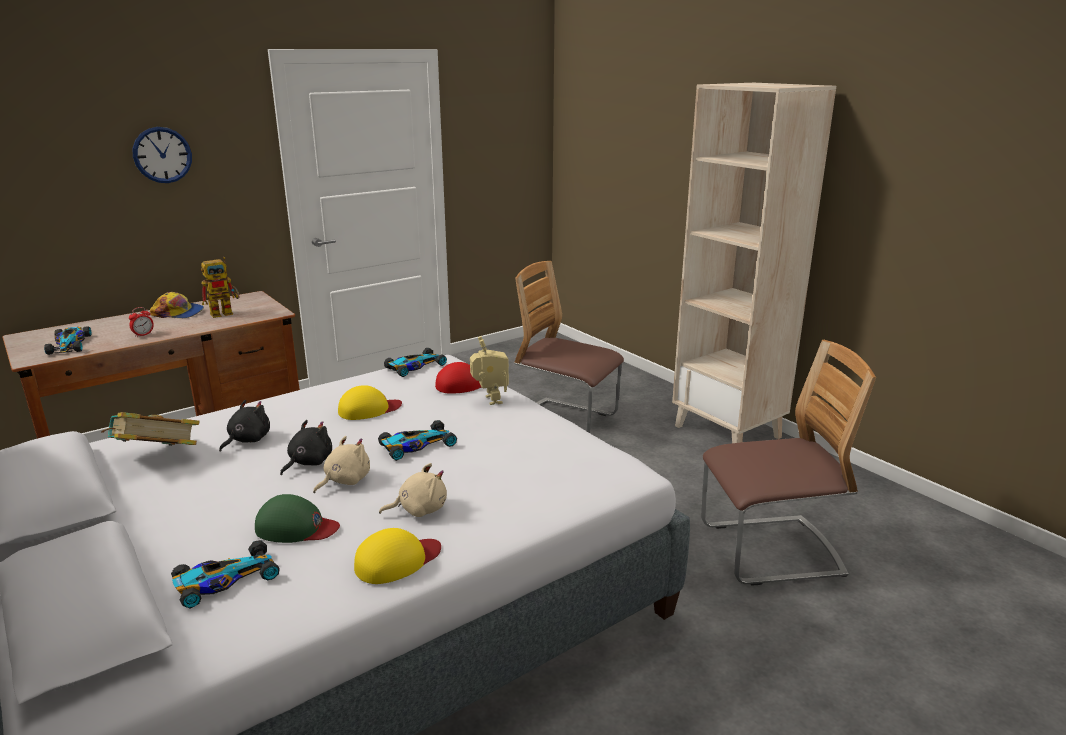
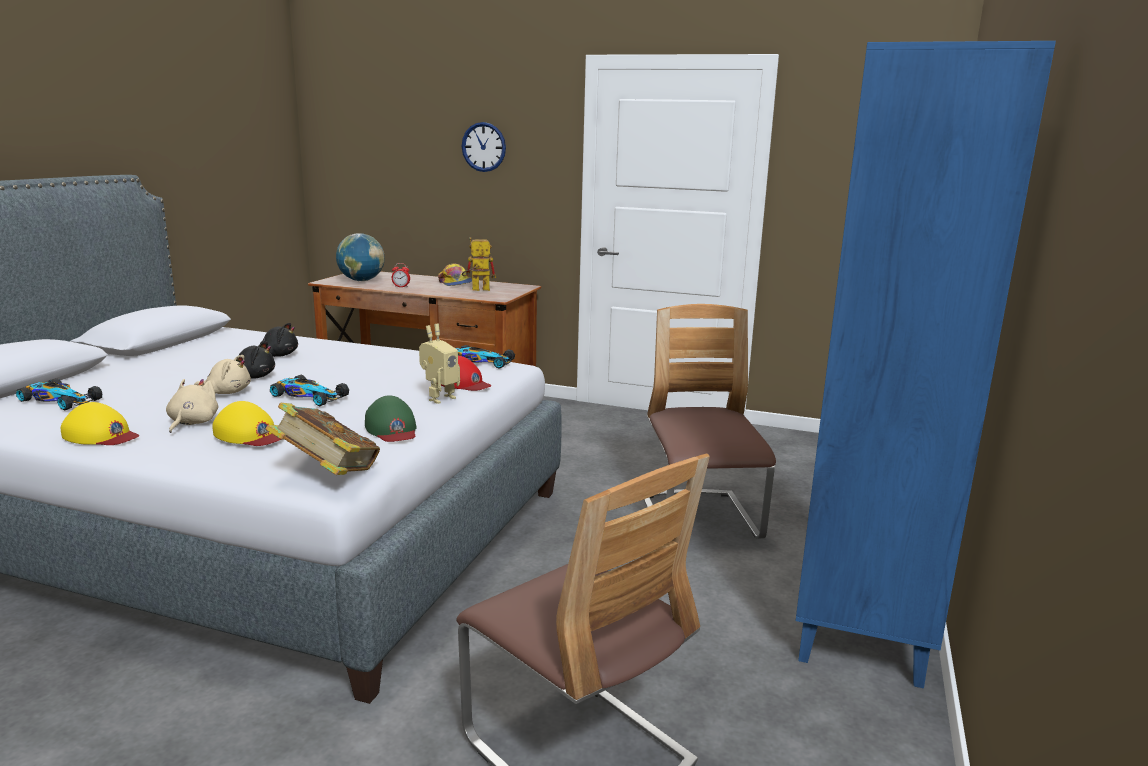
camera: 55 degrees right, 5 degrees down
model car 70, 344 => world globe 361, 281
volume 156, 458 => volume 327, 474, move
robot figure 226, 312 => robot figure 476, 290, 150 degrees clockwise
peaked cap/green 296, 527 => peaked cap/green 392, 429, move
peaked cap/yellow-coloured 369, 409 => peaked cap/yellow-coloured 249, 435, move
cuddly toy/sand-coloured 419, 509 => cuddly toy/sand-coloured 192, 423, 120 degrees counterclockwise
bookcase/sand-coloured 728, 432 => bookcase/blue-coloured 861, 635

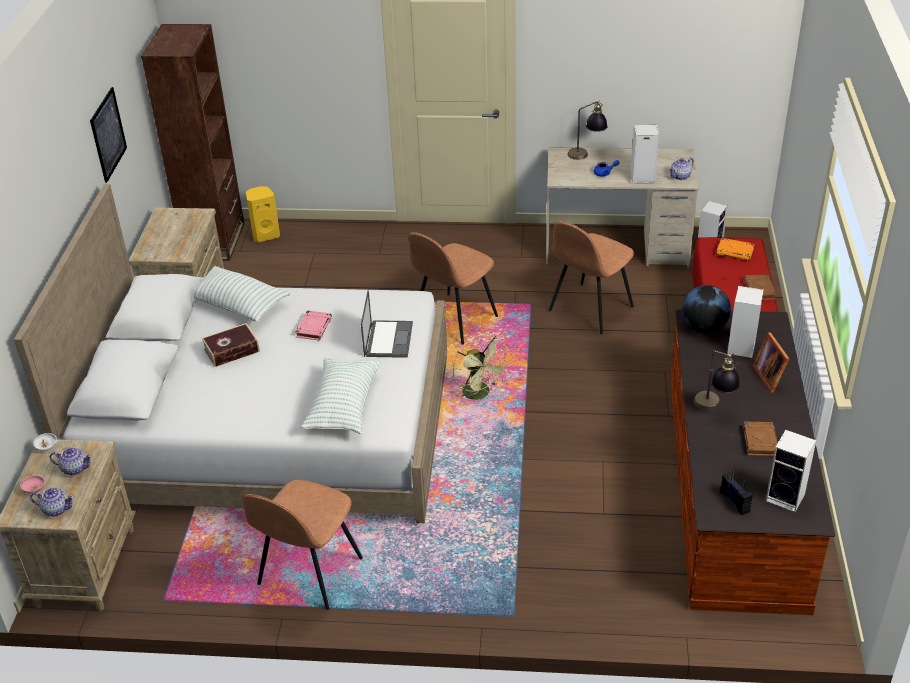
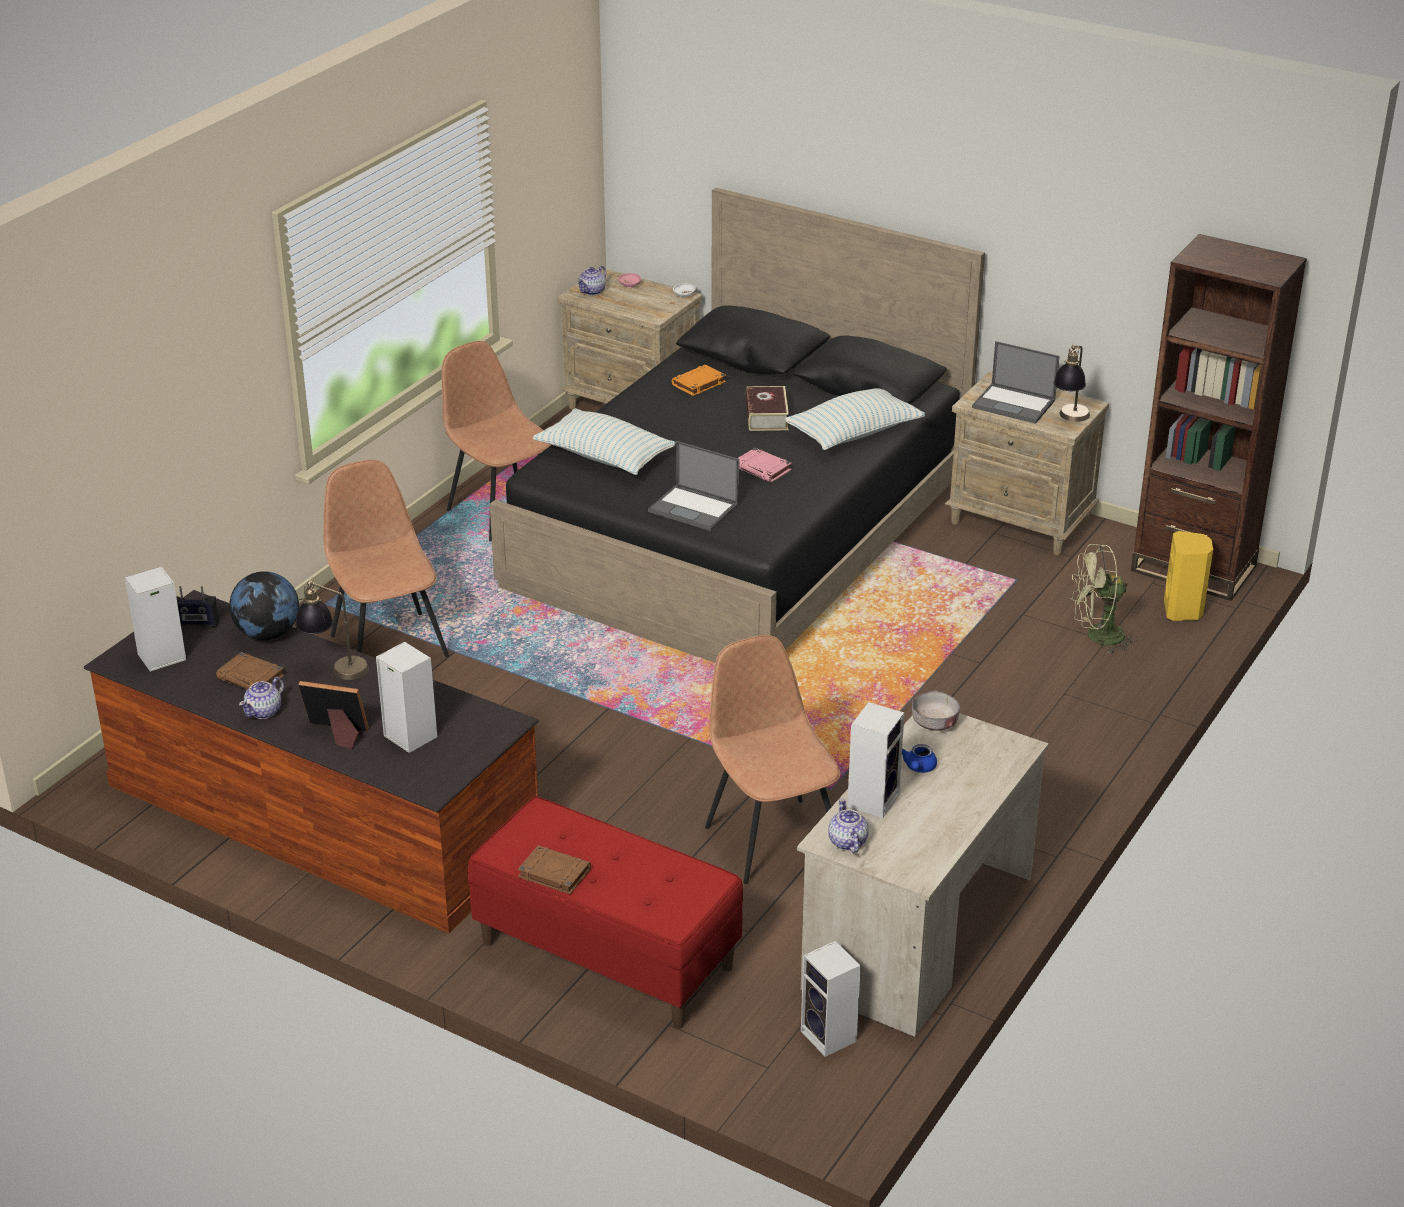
camera: 115 degrees right, 5 degrees down
bed/whitish 271, 428 => bed/blackish 741, 533
pot for tea 74, 468 => pot for tea 264, 711, move
wall picture 108, 134 => nothing
upright chair/brown-coloured 453, 320 => upright chair/brown-coloured 388, 644, move
cooling fan/green 480, 394 => cooling fan/green 1097, 637, move
table lamp 586, 154 => table lamp 1069, 420, move
world globe 704, 328 => world globe 268, 634, move
volume/orange-coloured 735, 252 => volume/orange-coloured 698, 384, move
nothing => deep dish/grey 934, 723
nothing => laptop 1014, 404

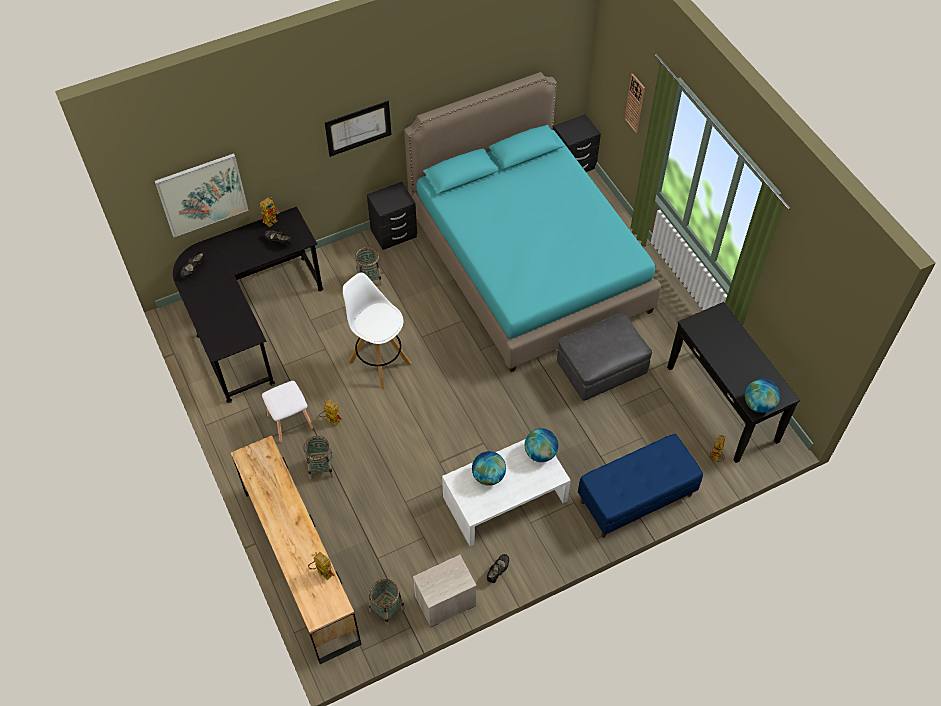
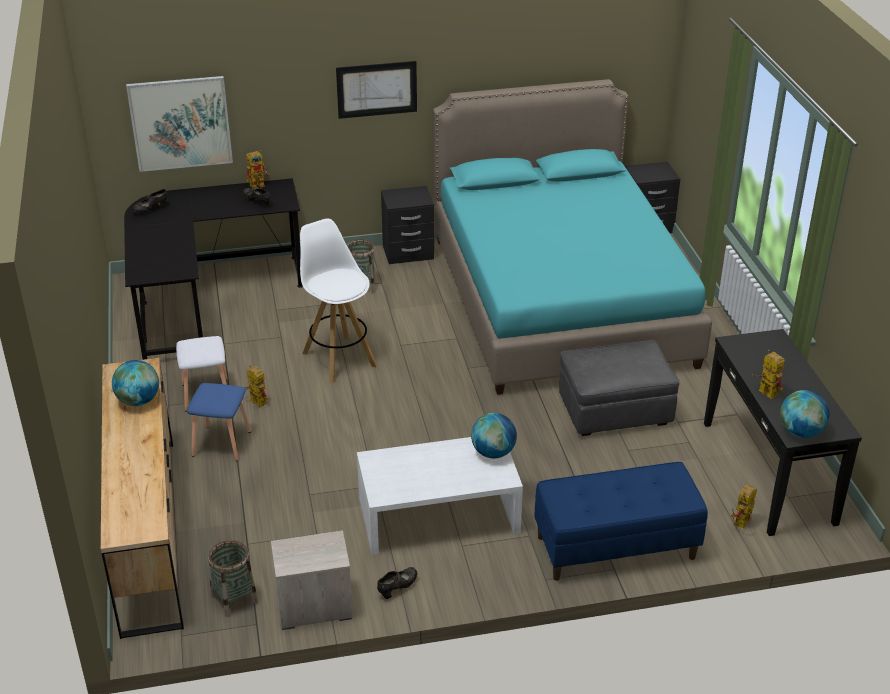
camera: 15 degrees right, 20 degrees down
household basket 321, 467 => sitting stool/blue-coloured 221, 442
robot figure 322, 572 => robot figure 764, 391, move
world globe 488, 476 => world globe 138, 401, move
wall clock 635, 103 => nothing

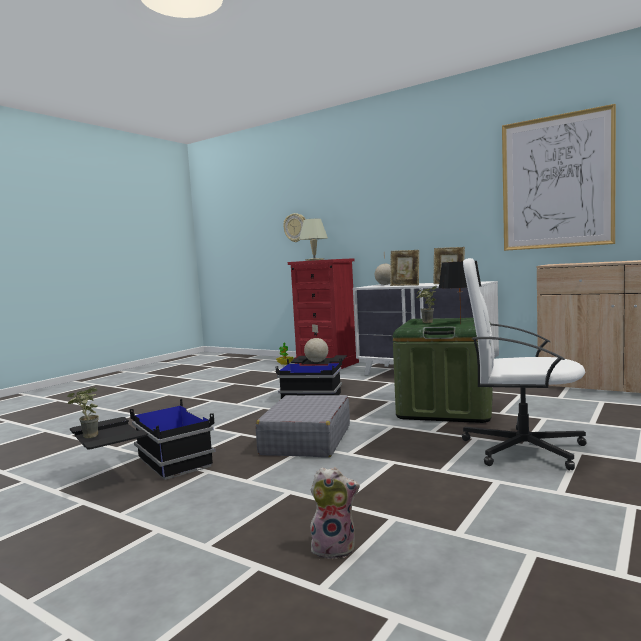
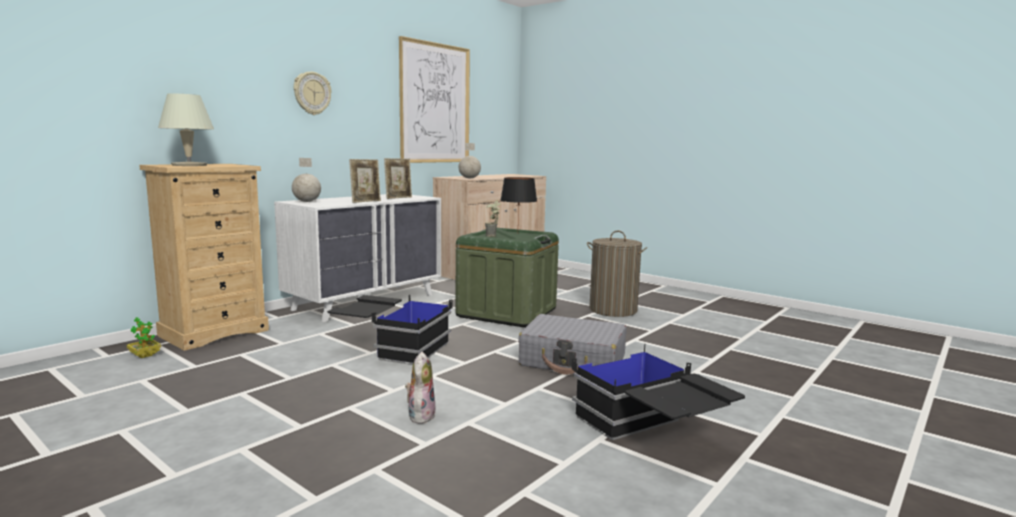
camera: 85 degrees left, 5 degrees up
potted plant 86, 437 => nothing
wall clock 295, 227 => wall clock 312, 93, move
drawer chest/red 327, 364 => drawer chest/sand-coloured 214, 332
world globe 316, 362 => world globe 469, 178, move
cuddly toy 334, 548 => cuddly toy 420, 415, move
computer chair/whitish 521, 448 => laundry basket 613, 310

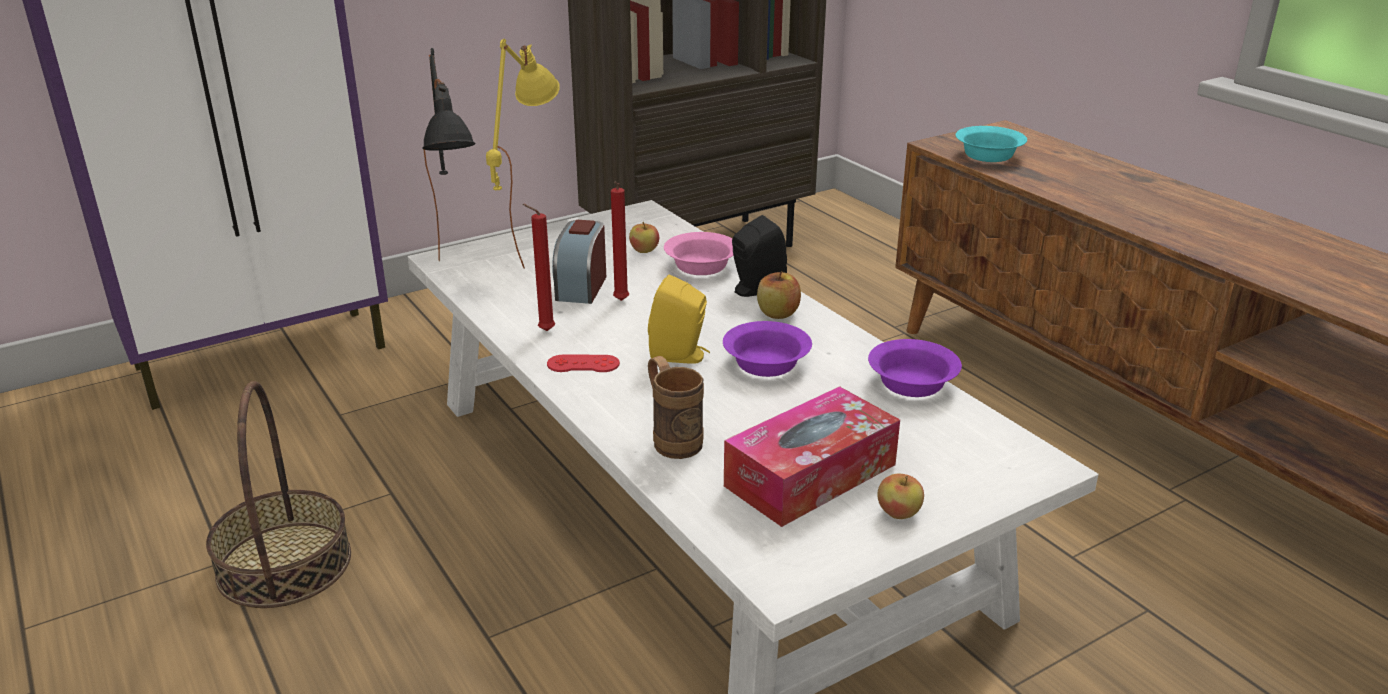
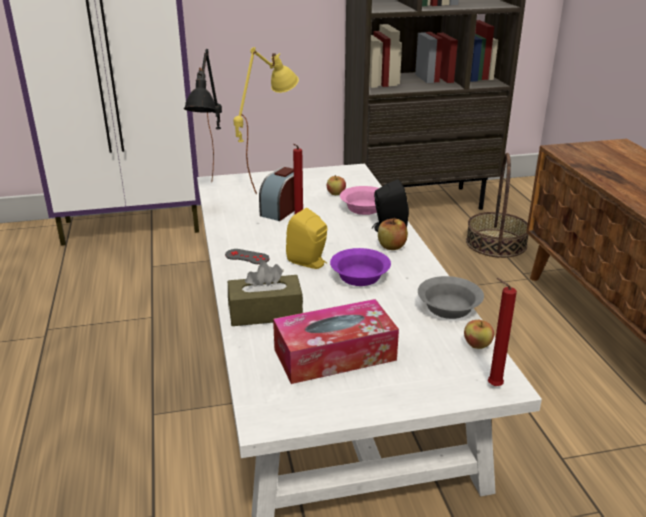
camera: 20 degrees right, 0 degrees up
household basket 284, 564 => household basket 496, 243, move
wax light/red 544, 331 => wax light/red 492, 386, move
game controller/red 583, 364 => game controller/grey 247, 257
coffee mug/brown-coloured 672, 438 => tissue holder/brown-coloured 265, 313
deep dish/purple-coloured 913, 385 => deep dish/grey 449, 309
apple fruit 899, 513 => apple fruit 477, 345, move
deep dish/turquoise 989, 156 => nothing

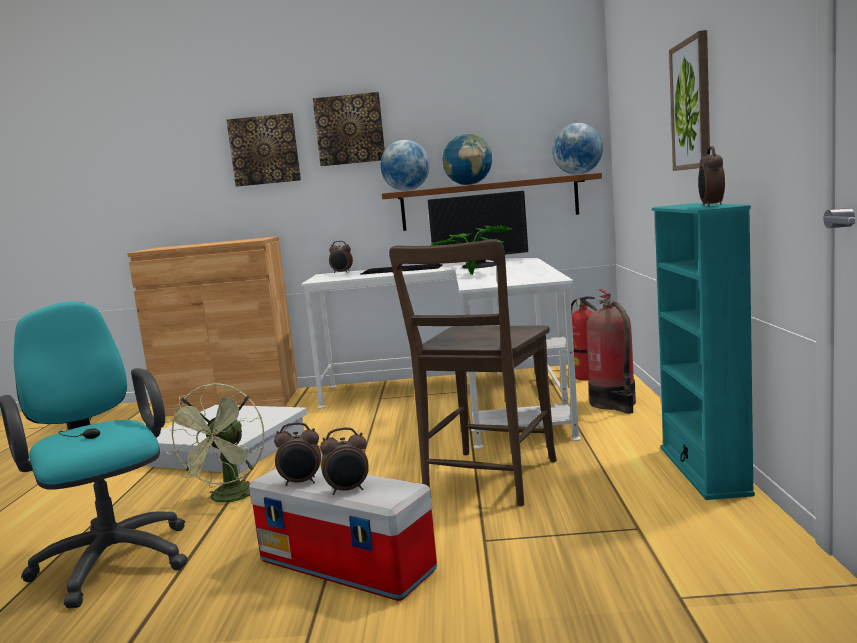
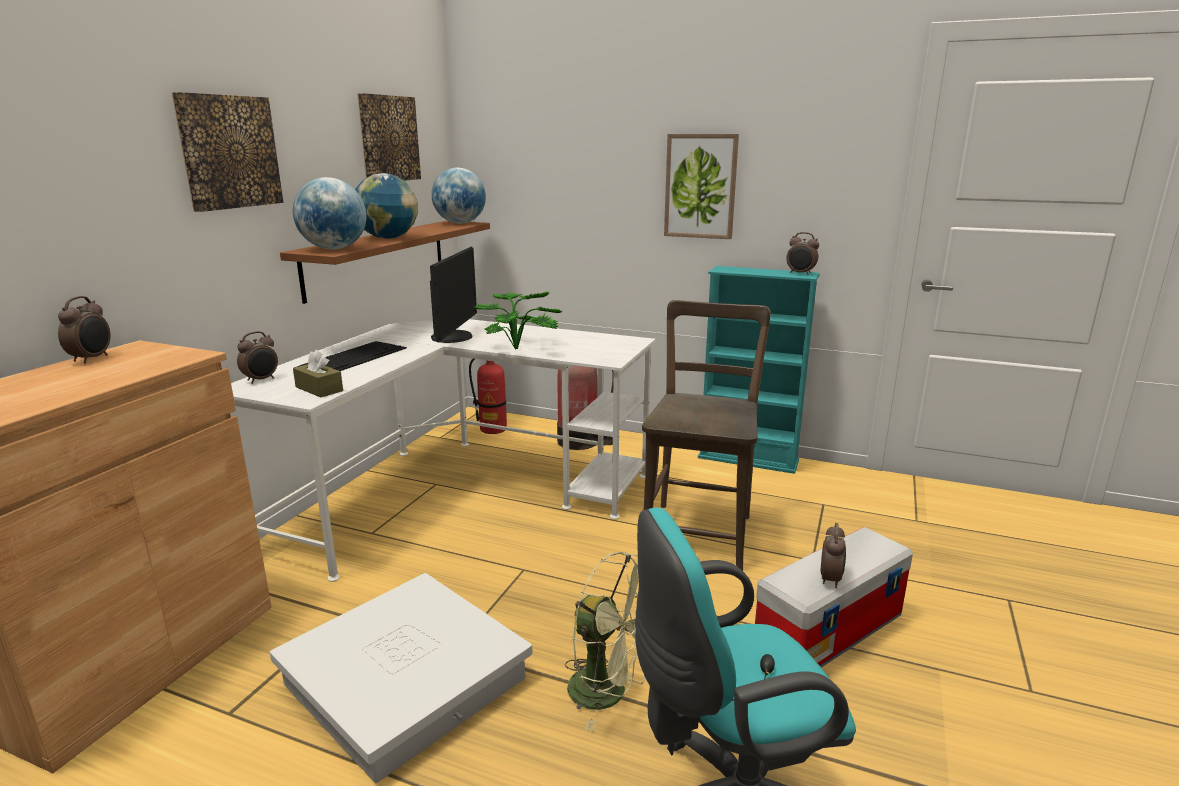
camera: 70 degrees left, 10 degrees up
wall picture 264, 150 => wall picture 388, 139, move
table clock 348, 490 => table clock 92, 359, move
upright chair/brown-coloured 488, 481 => upright chair/brown-coloured 699, 531, 120 degrees counterclockwise
nothing => tissue holder/brown-coloured 319, 389

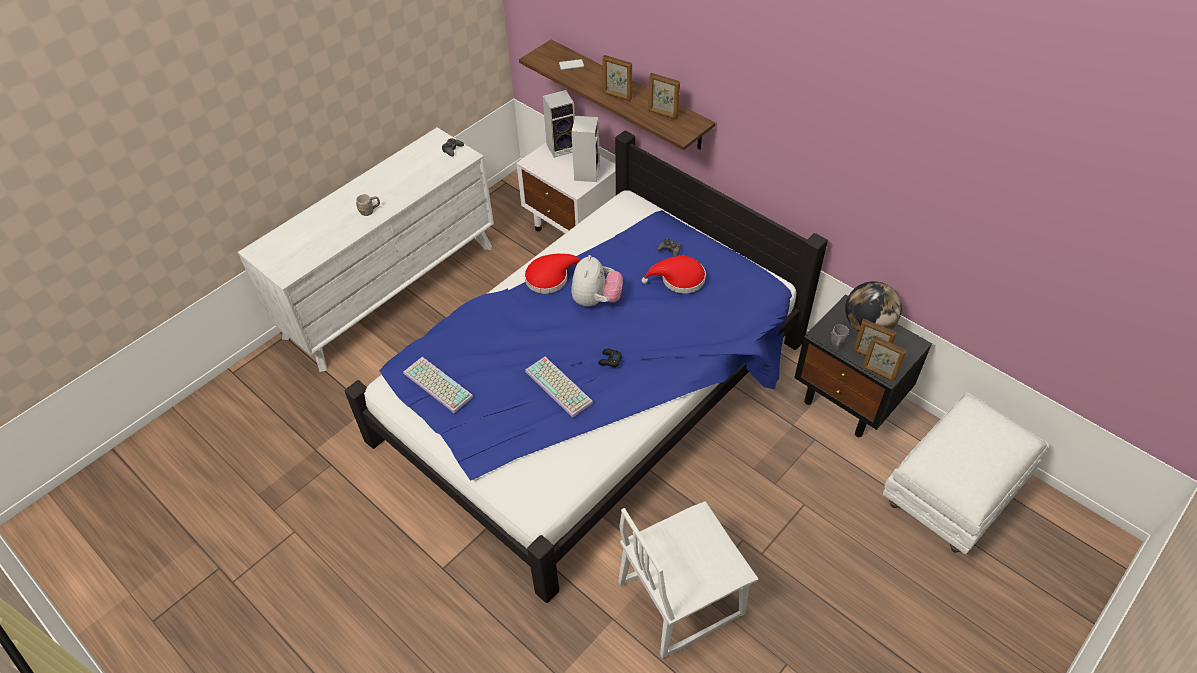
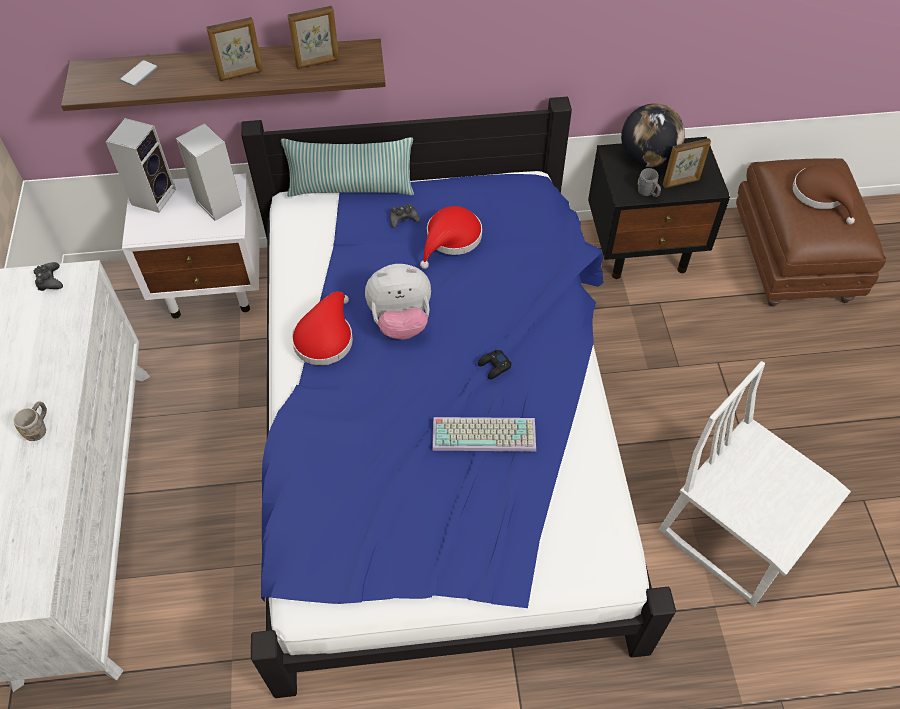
camera: 50 degrees left, 5 degrees up
keyboard 436, 385 => nothing
cuddly toy 596, 300 => cuddly toy 401, 321, 120 degrees clockwise
upright chair/whitish 680, 597 => upright chair/whitish 735, 531, 120 degrees clockwise
standing frame 878, 373 => nothing
pouffe/whitish 952, 492 => pouffe/brown-coloured 791, 259
nothing => throw pillow 351, 189
nothing => clothing hat/brown-coloured 821, 195

